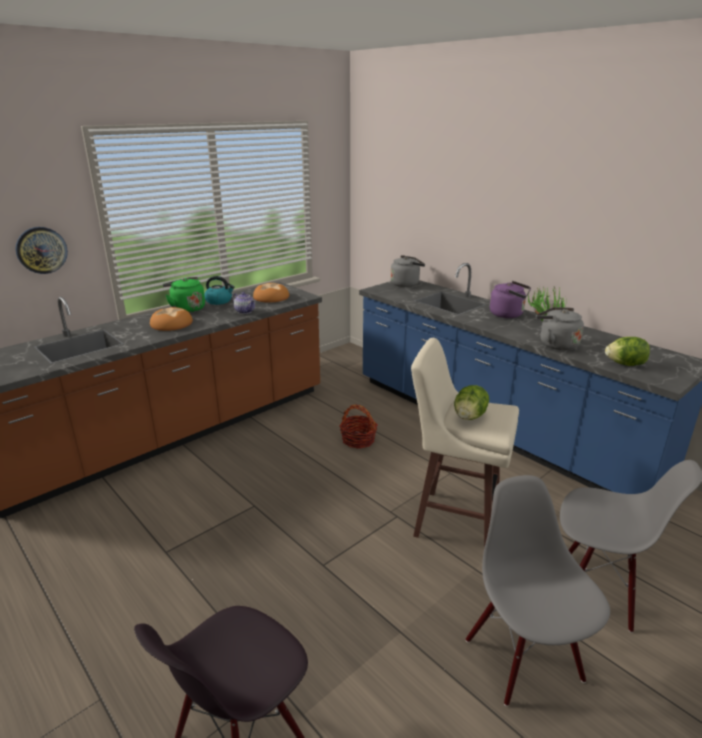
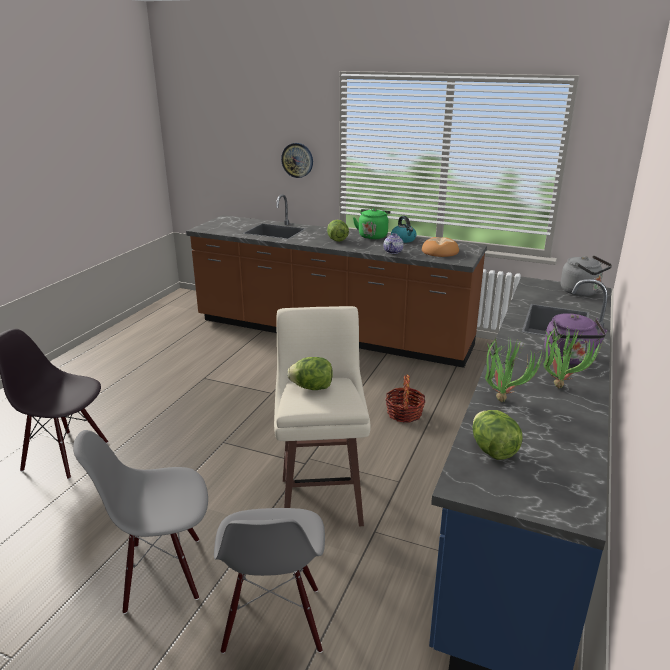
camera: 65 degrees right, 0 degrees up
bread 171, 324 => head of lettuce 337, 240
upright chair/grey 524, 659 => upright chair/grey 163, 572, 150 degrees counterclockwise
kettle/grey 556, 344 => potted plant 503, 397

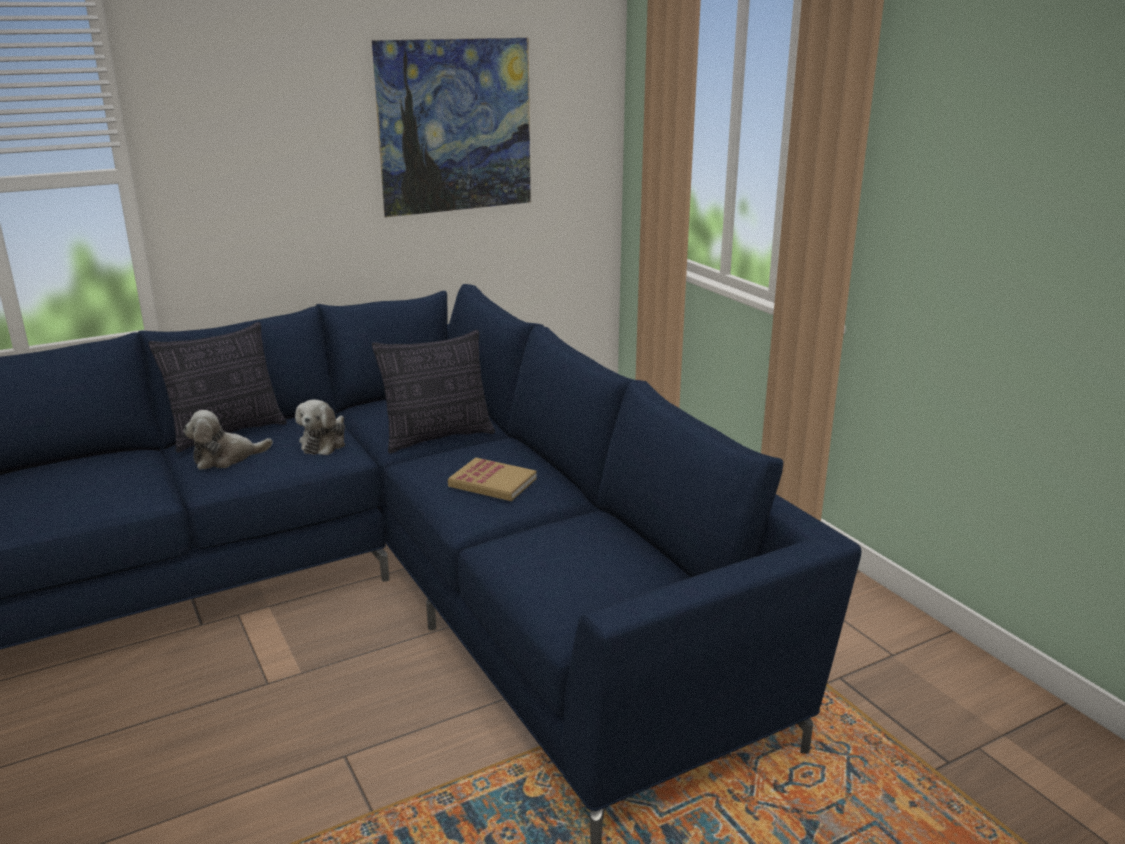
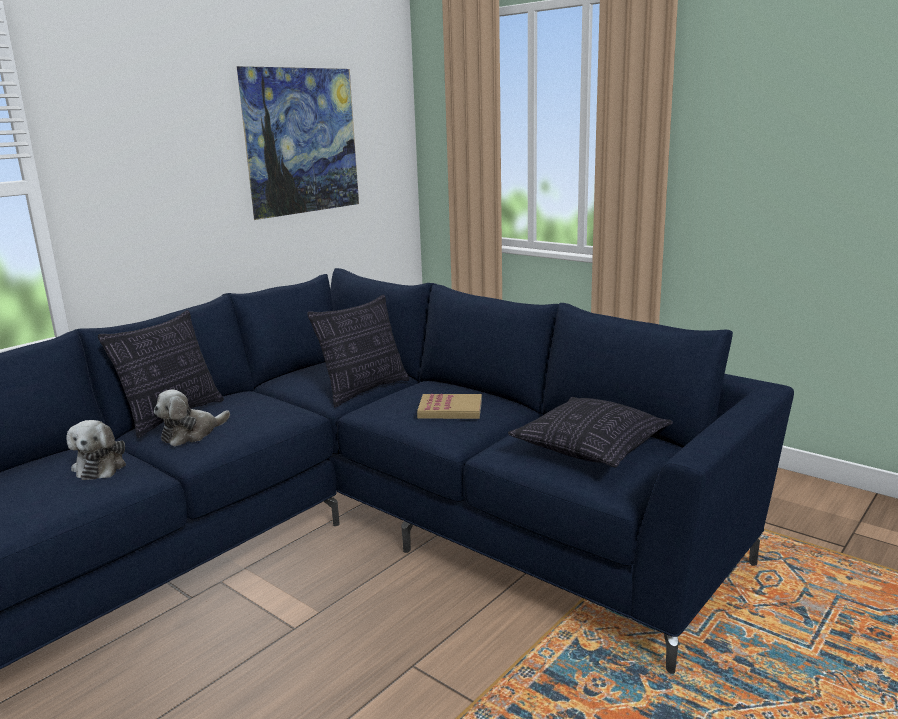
camera: 20 degrees left, 5 degrees down
cuddly toy 324, 443 => cuddly toy 101, 466, move
nothing => throw pillow 590, 448

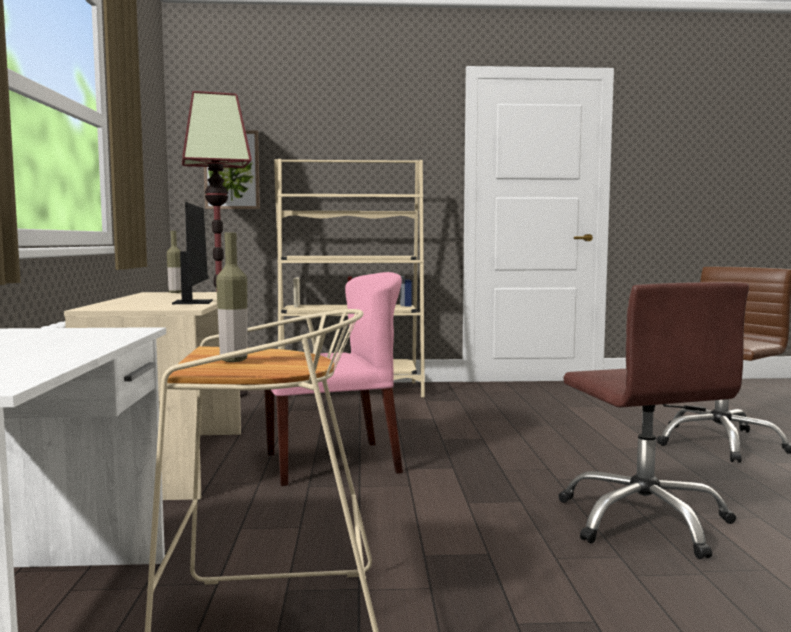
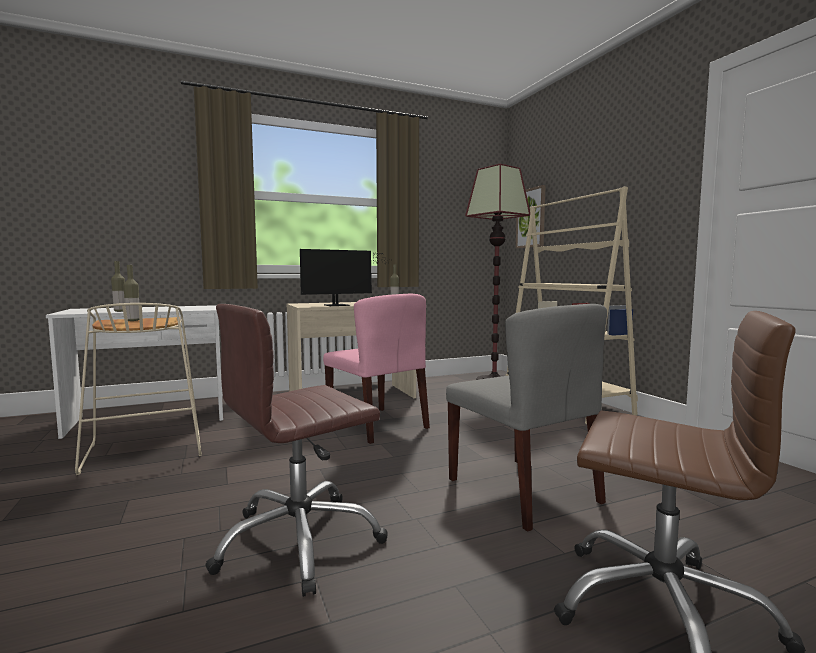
camera: 70 degrees right, 0 degrees up
nothing => drink bottle 120, 311
nothing => upright chair/grey 524, 491

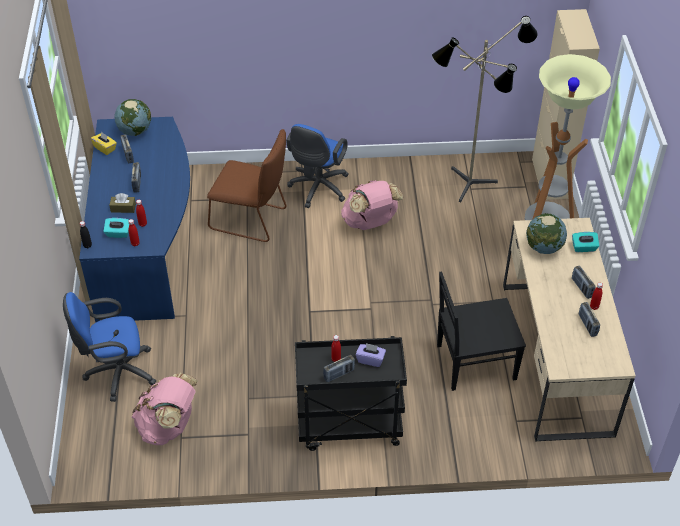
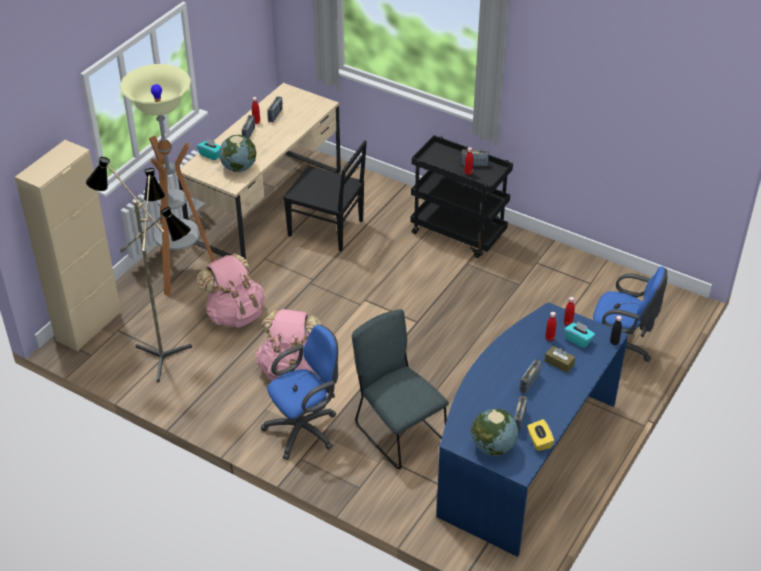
camera: 145 degrees left, 5 degrees down
rucksack/pinkish 169, 426 => rucksack/pinkish 235, 314, move
upright chair/brown-coloured 251, 219 => upright chair/grey 398, 431
tissue holder/purple-coloured 370, 359 => nothing

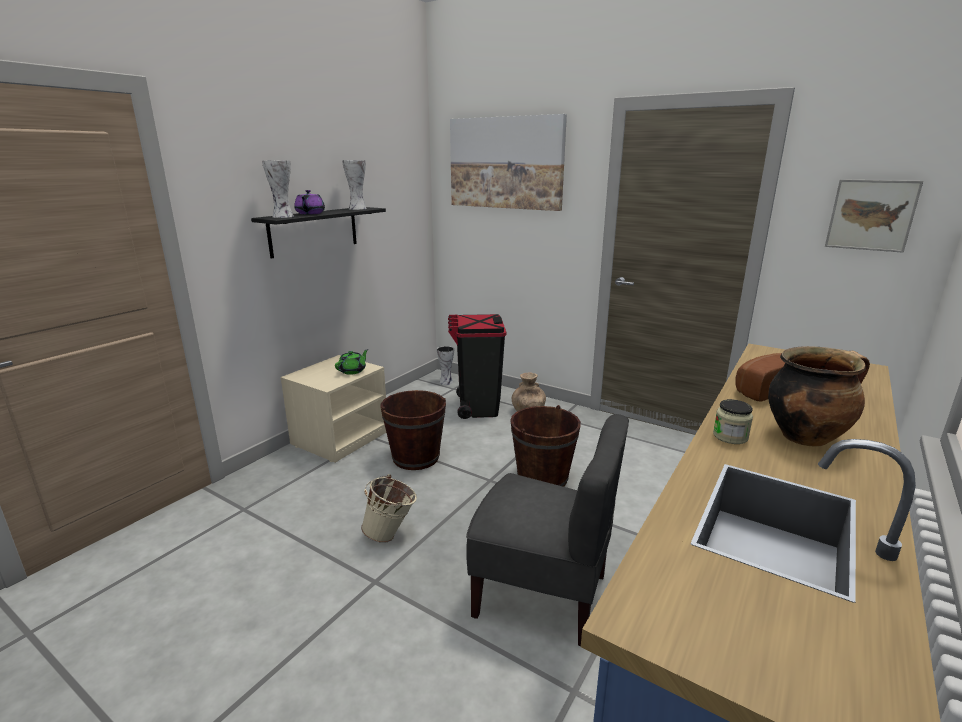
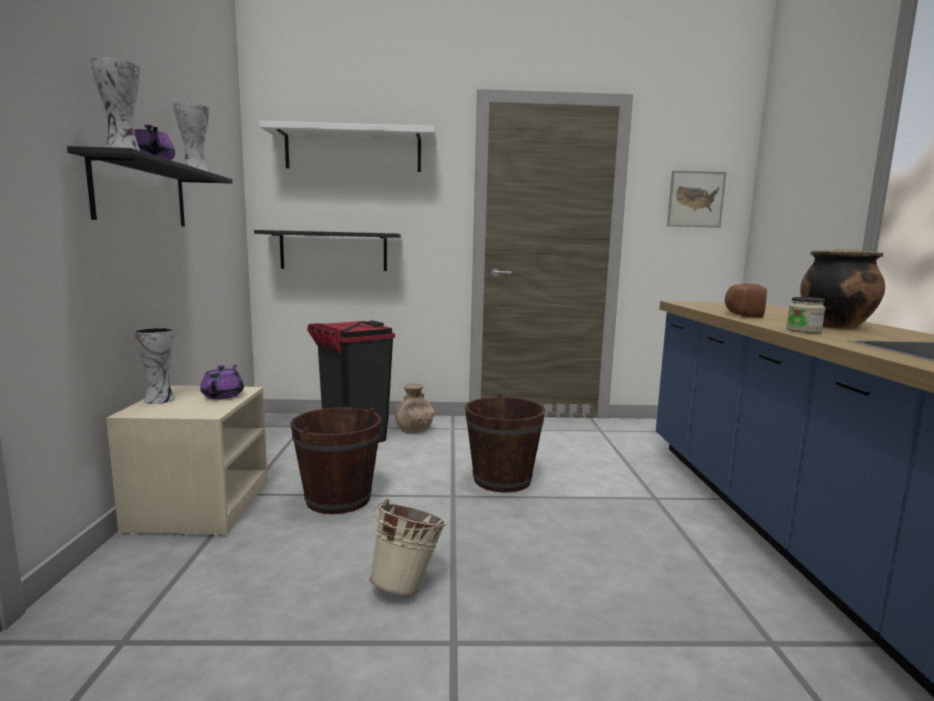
camera: 35 degrees left, 10 degrees down
pot for tea/green 353, 371 => pot for tea/purple-coloured 223, 395
flower vase 446, 381 => flower vase 160, 399, move
wall picture 506, 163 => shelf/whitish 353, 150
upright chair/grey 542, 594 => nothing
nothing => shelf/blackish 333, 251

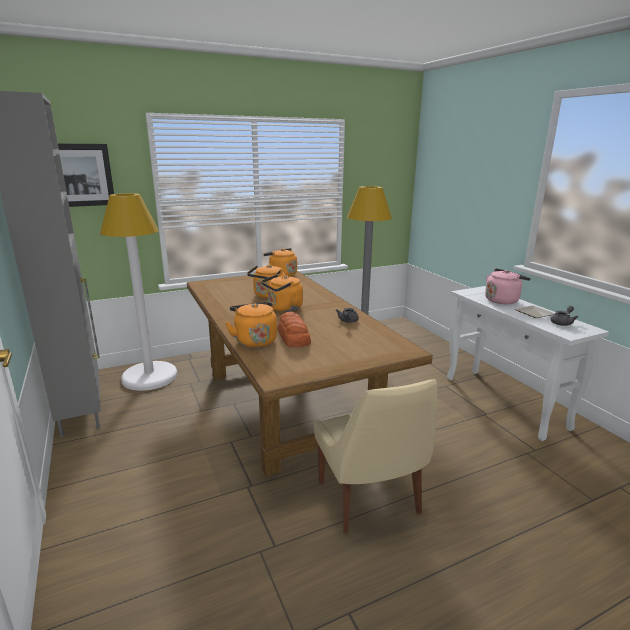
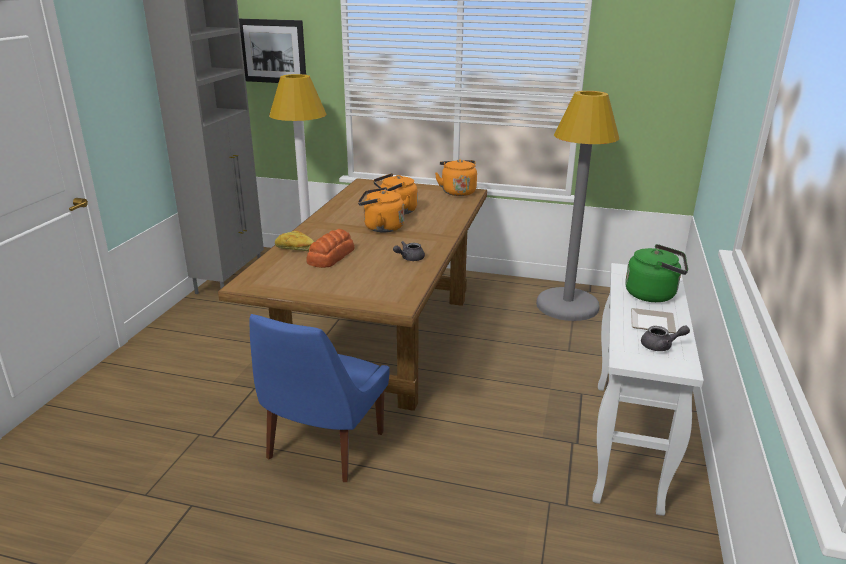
camera: 40 degrees right, 5 degrees up
kettle/orange-coloured 254, 340 => bread 295, 249
upright chair/sand-coloured 370, 500 => upright chair/blue-coloured 323, 448
kettle/pinkish 502, 300 => kettle/green 653, 294

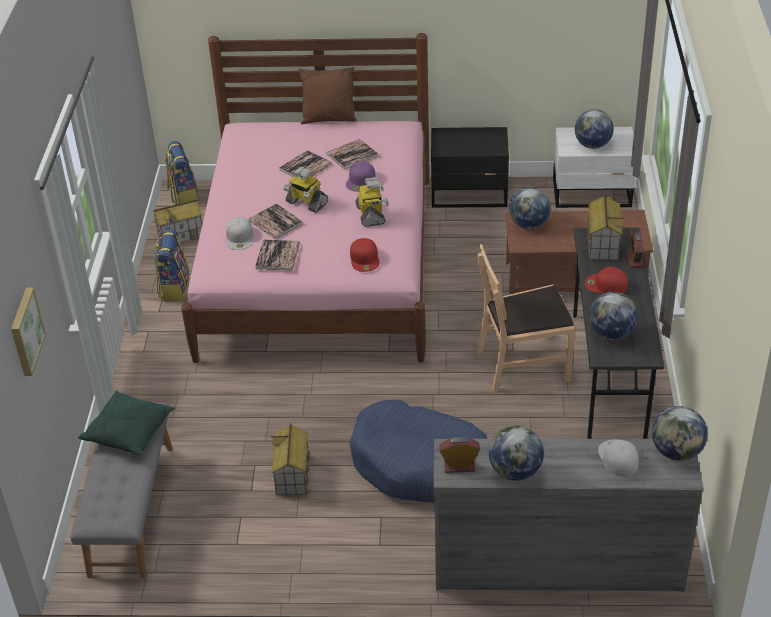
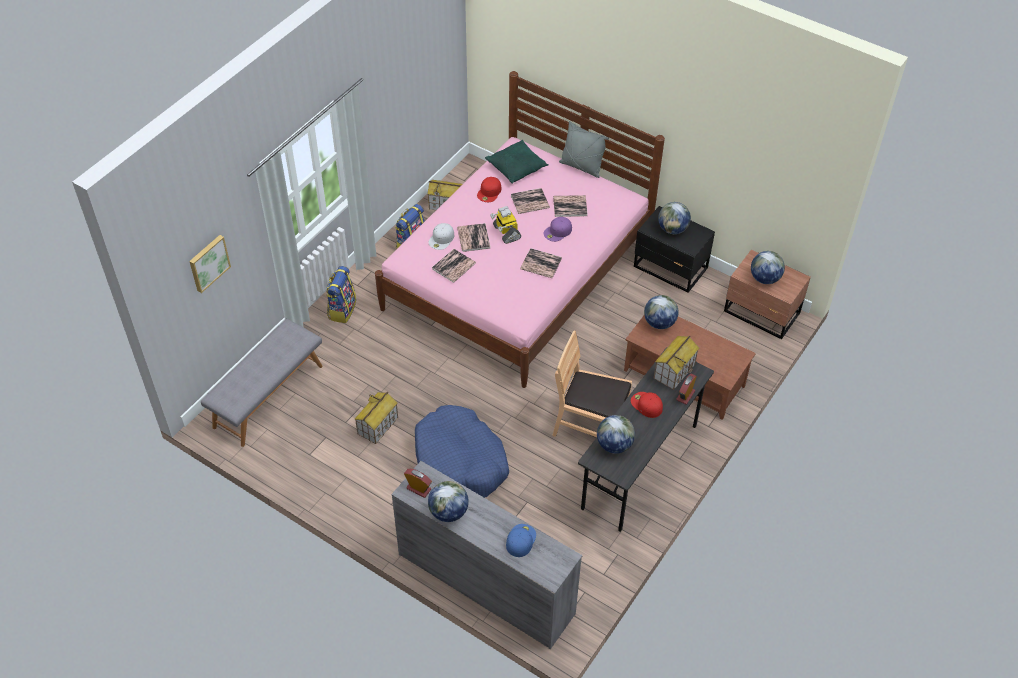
camera: 30 degrees right, 10 degrees up
throw pillow/green 129, 432 => throw pillow/green 516, 167, move
rucksack 183, 196 => rucksack 342, 309, move
throw pillow/brown-coloured 329, 119 => throw pillow/grey 581, 167
peaked cap/red 365, 259 => peaked cap/red 489, 192, move
robot figure 371, 215 => volume 541, 264
nightstand/whitish 593, 194 => nightstand/brown-coloured 762, 313
peaked cap/whitish 617, 457 => peaked cap/blue-coloured 520, 540
world globe 677, 452 => world globe 672, 229, move

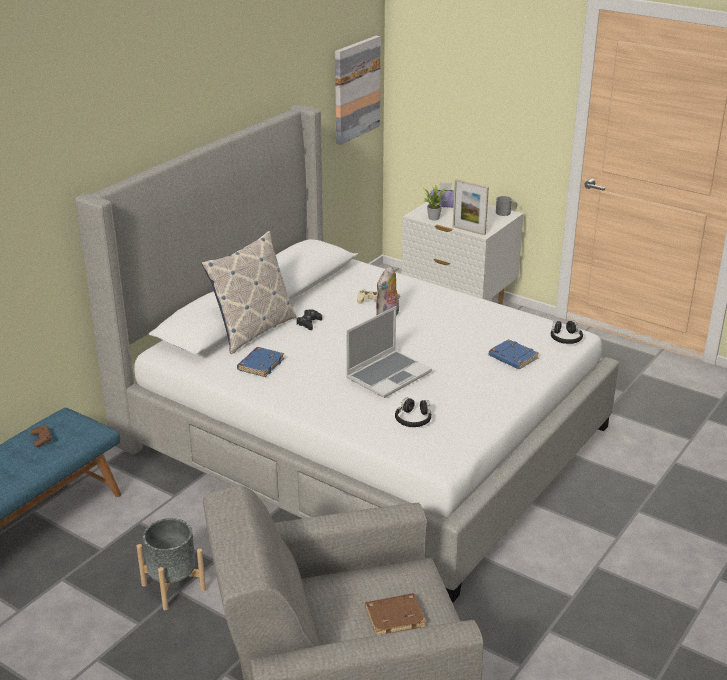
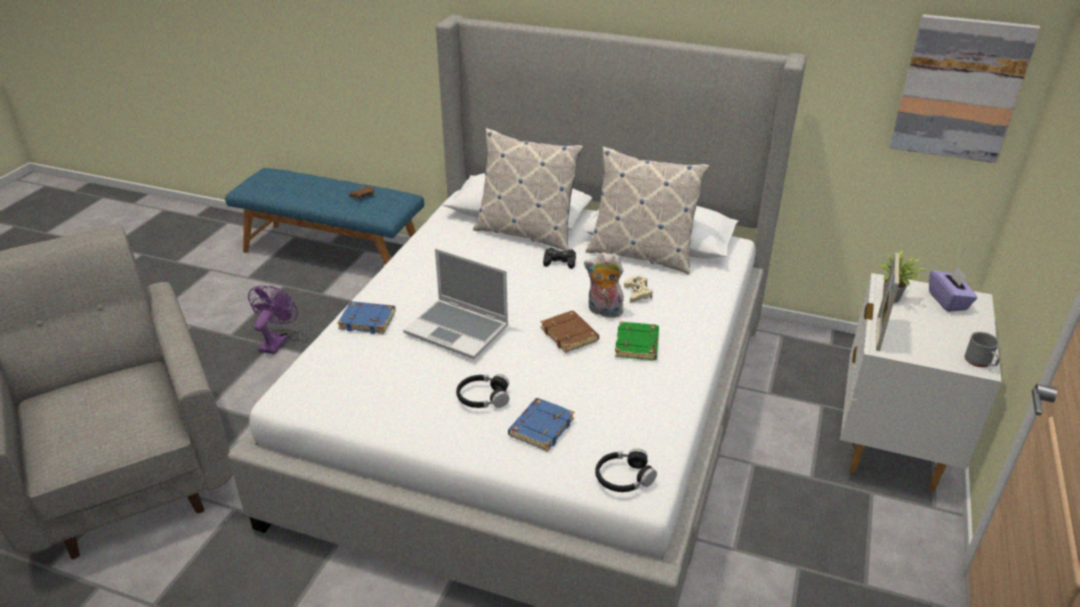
camera: 75 degrees right, 5 degrees up
planter/grey 174, 586 => cooling fan/purple-coloured 276, 341
volume/blue-coloured 260, 365 => volume/blue-coloured 368, 320, move
volume/brown-coloured 395, 618 => volume/brown-coloured 570, 335, move
headset/blackish 413, 419 => headset/blackish 483, 397, move
nothing => throw pillow 641, 254
nothing => volume/green 637, 345

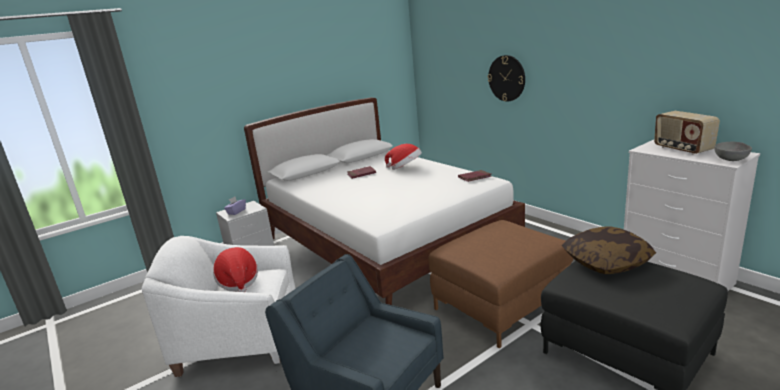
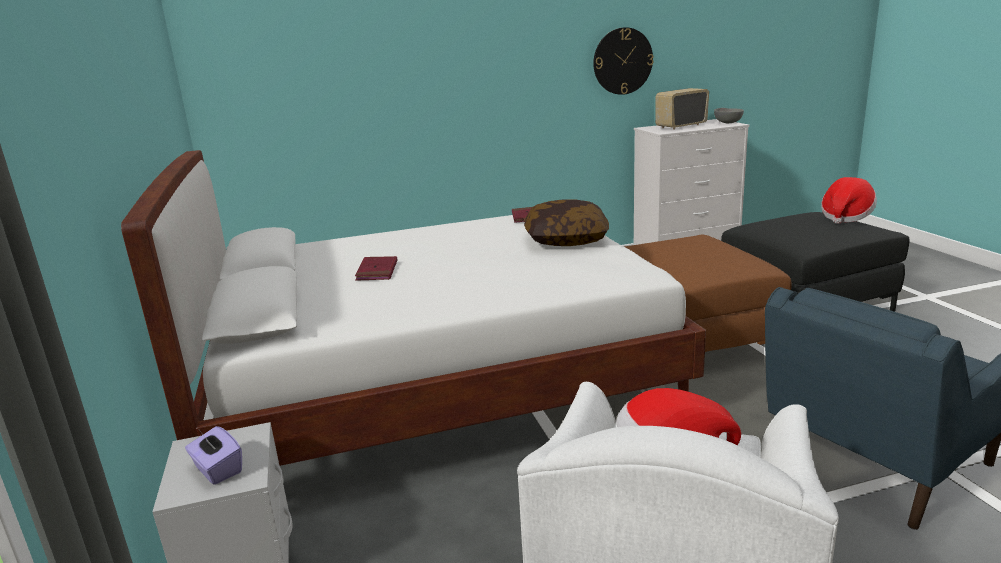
camera: 70 degrees left, 0 degrees up
clothing hat 405, 168 => clothing hat 845, 217, move
wall clock 506, 78 => wall clock 622, 61, move
throw pillow 606, 262 => throw pillow 566, 239, move
radio receiver 682, 149 => radio receiver 680, 126, 150 degrees clockwise

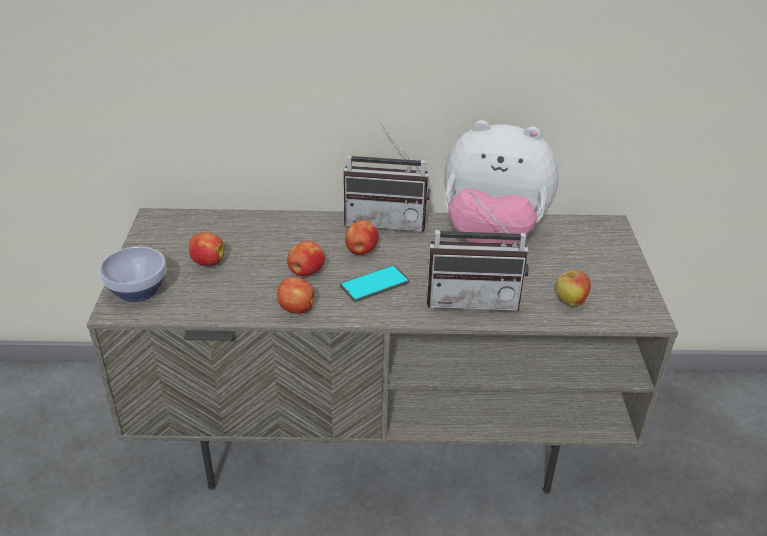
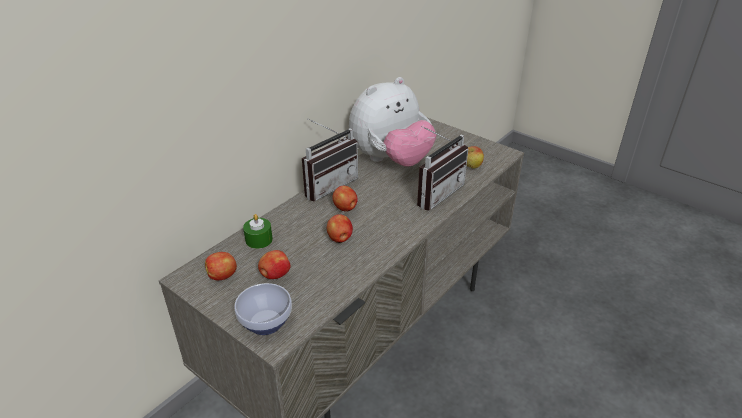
camera: 50 degrees left, 0 degrees up
apple fruit 297, 309 => apple fruit 223, 276, move
handset 374, 284 => nothing
nothing => wax light/green 259, 240

